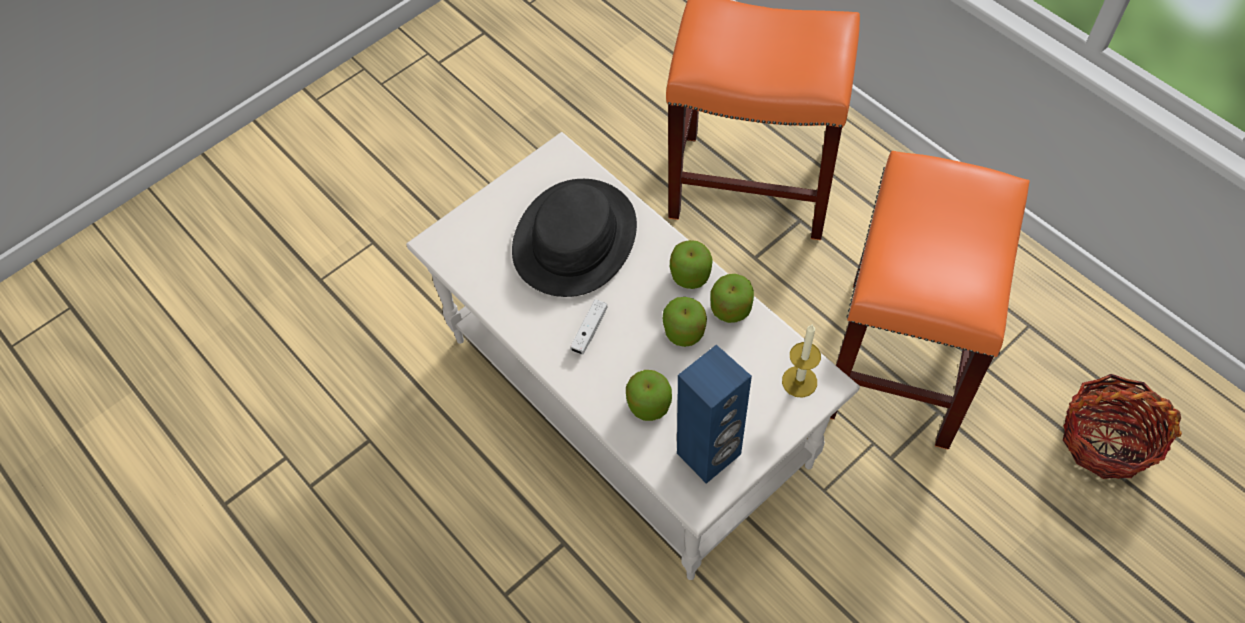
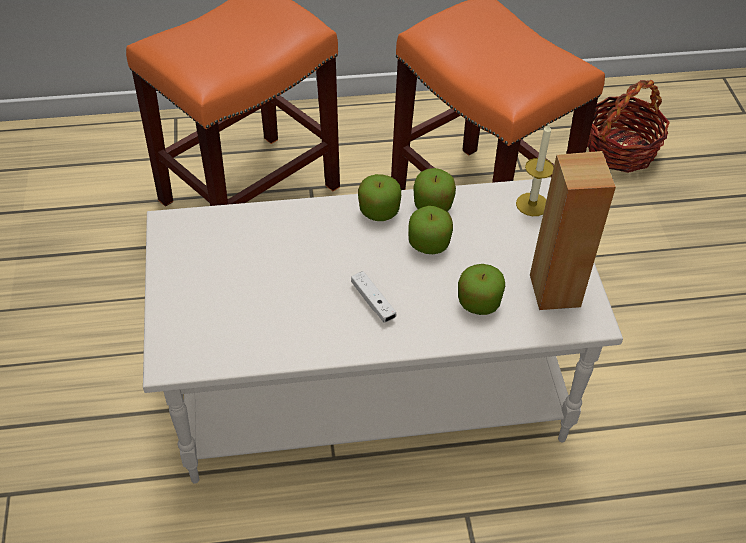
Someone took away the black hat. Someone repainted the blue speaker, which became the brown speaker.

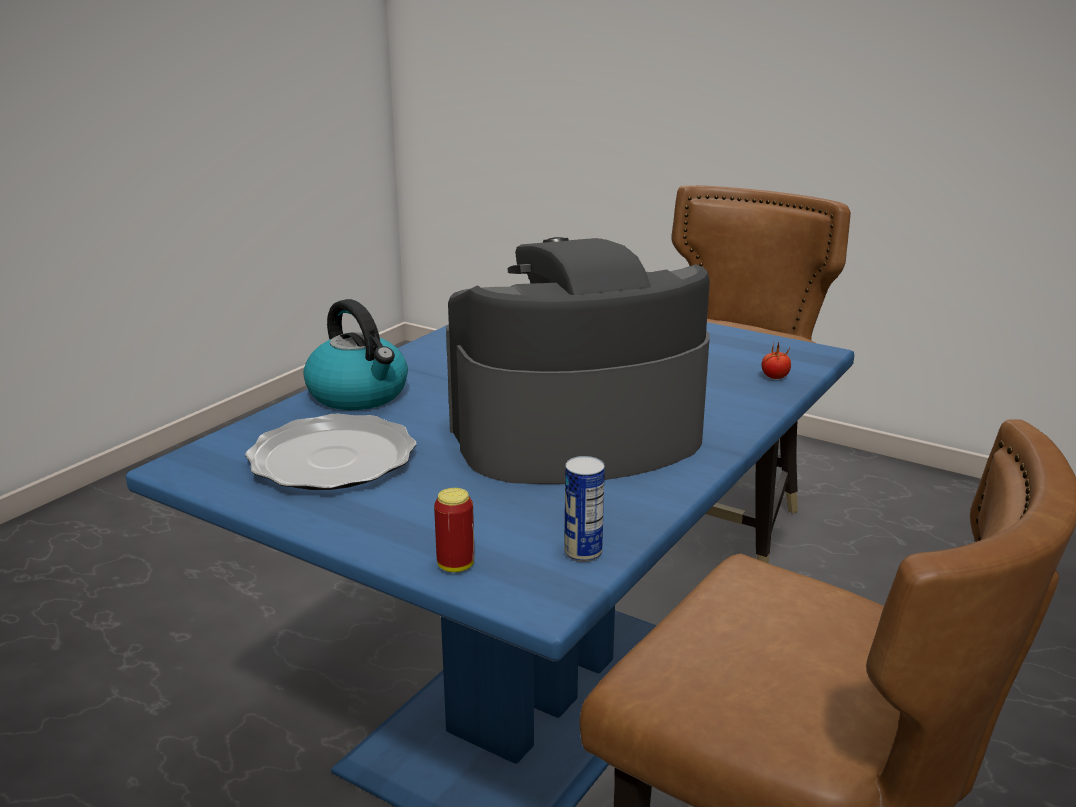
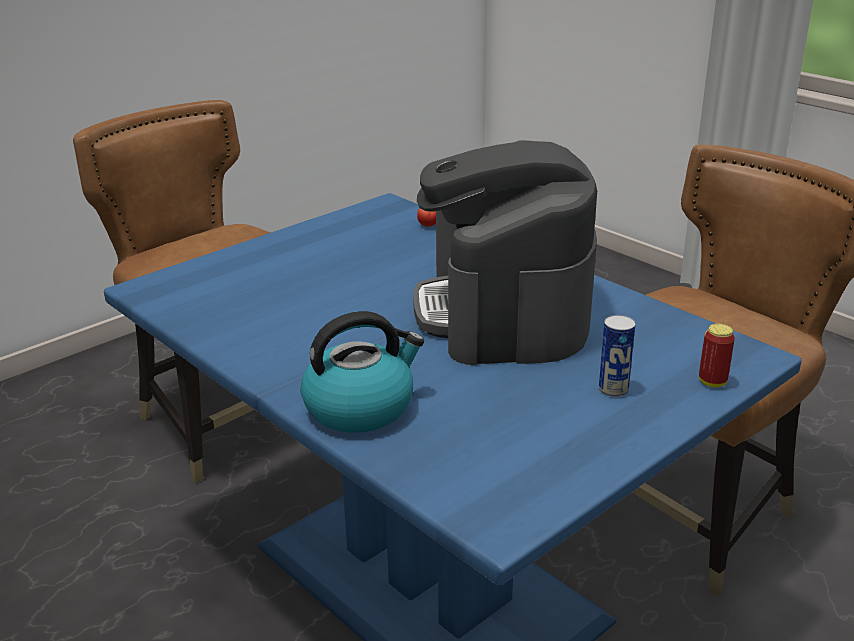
Someone took away the plate. Someone carried the can (no. 2 from left in the first image).

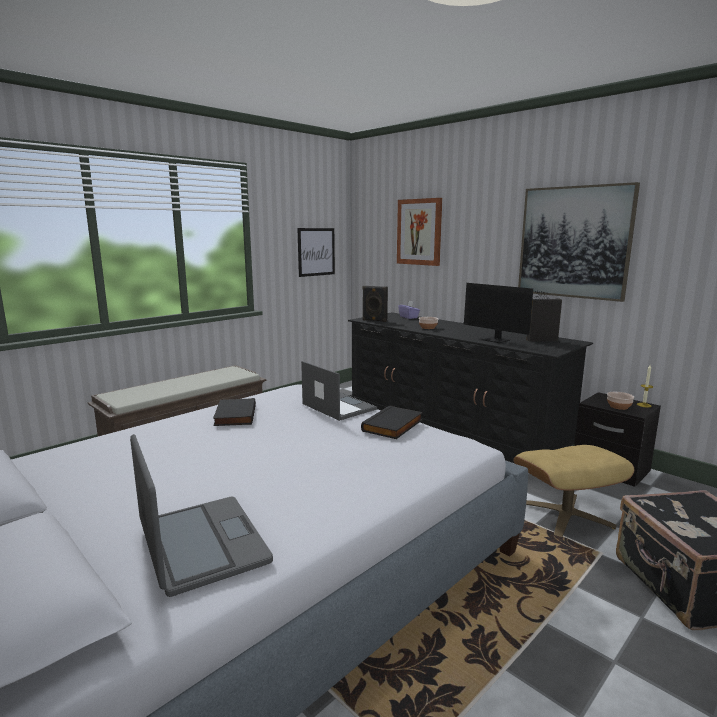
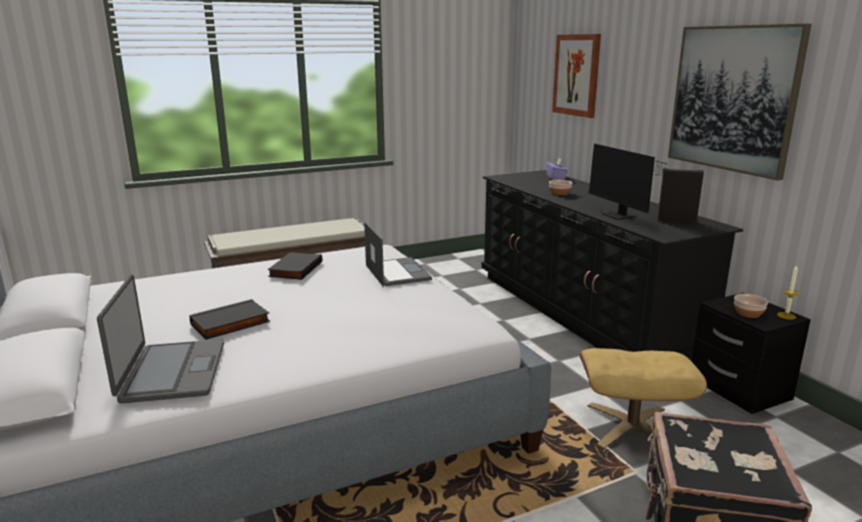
Someone took away the picture (no. 1 from left). Someone took away the black speaker (no. 1 from left). Someone carried the black book (no. 2 from left in the first image).

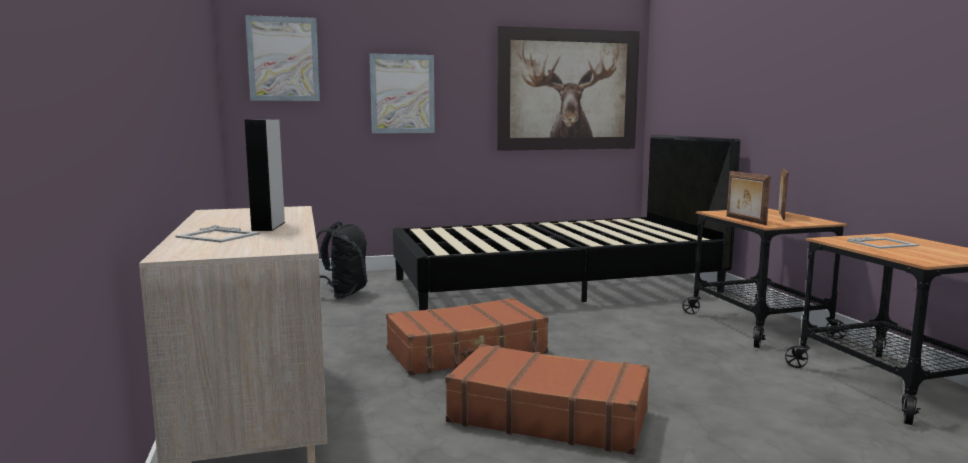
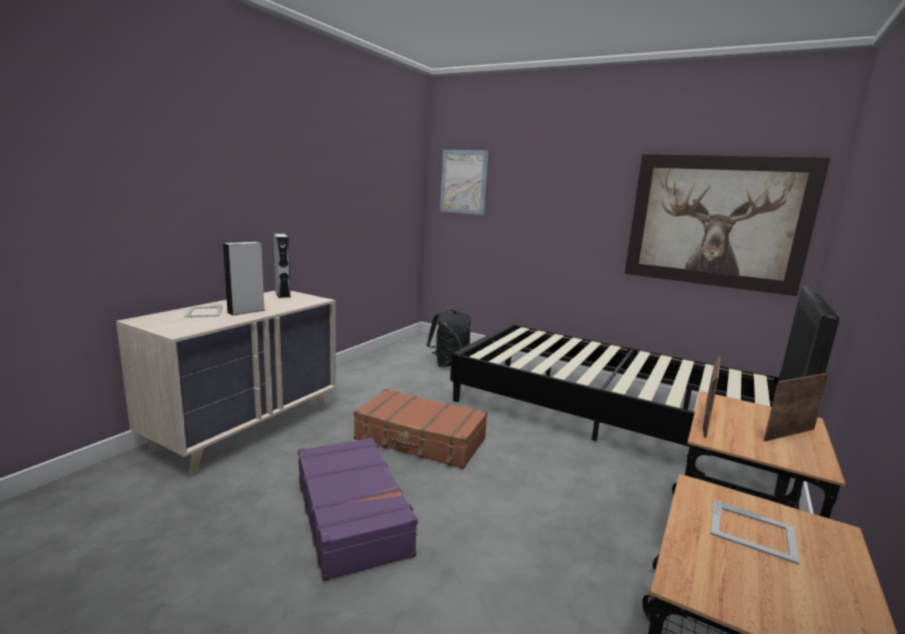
Someone took away the picture (no. 2 from left). Someone repainted the brown suitcase (no. 2 from left), which became the purple suitcase. Someone put down the grey speaker (no. 2 from left).

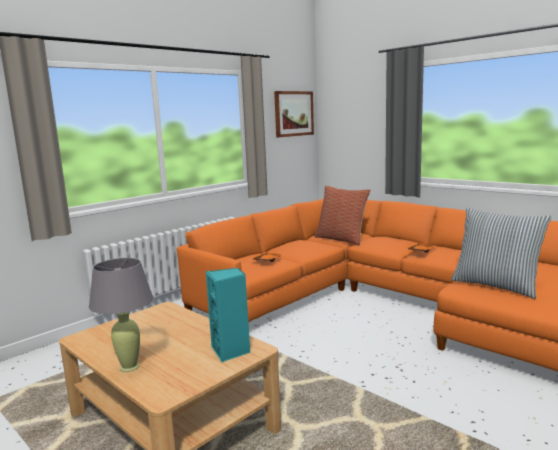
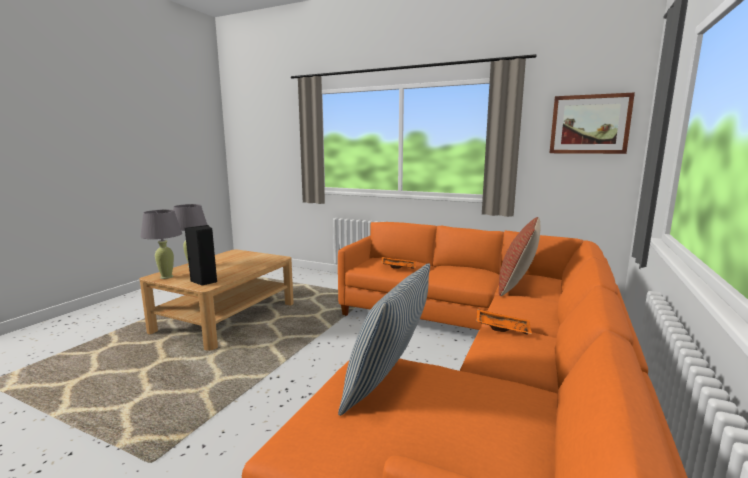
Someone repainted the turquoise speaker, which became the black speaker. Someone put down the grey table lamp (no. 1 from left).

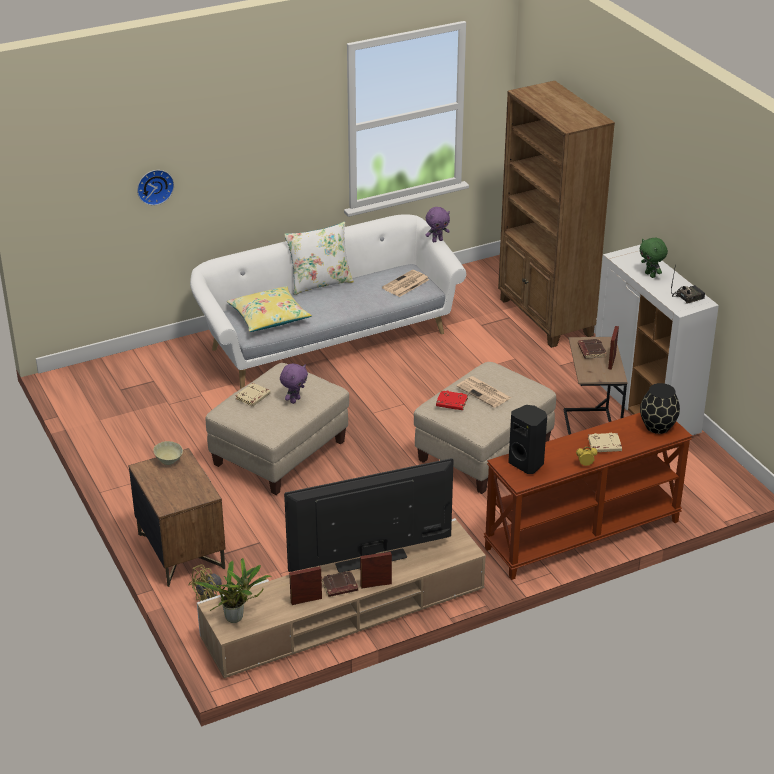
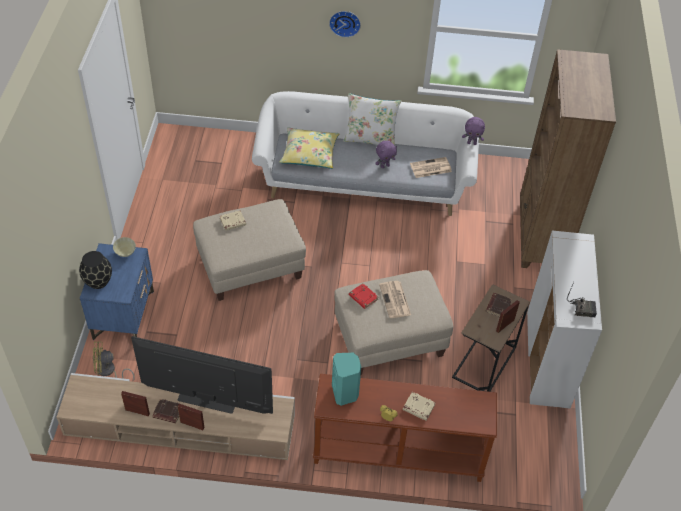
Someone carried the wall clock. Someone took away the green plush toy. Someone carried the purple plush toy (no. 1 from left). Someone carried the black vase. Someone repainted the black speaker, which became the turquoise speaker. Someone repainted the brown nightstand, which became the blue nightstand. Someone took away the potted plant.

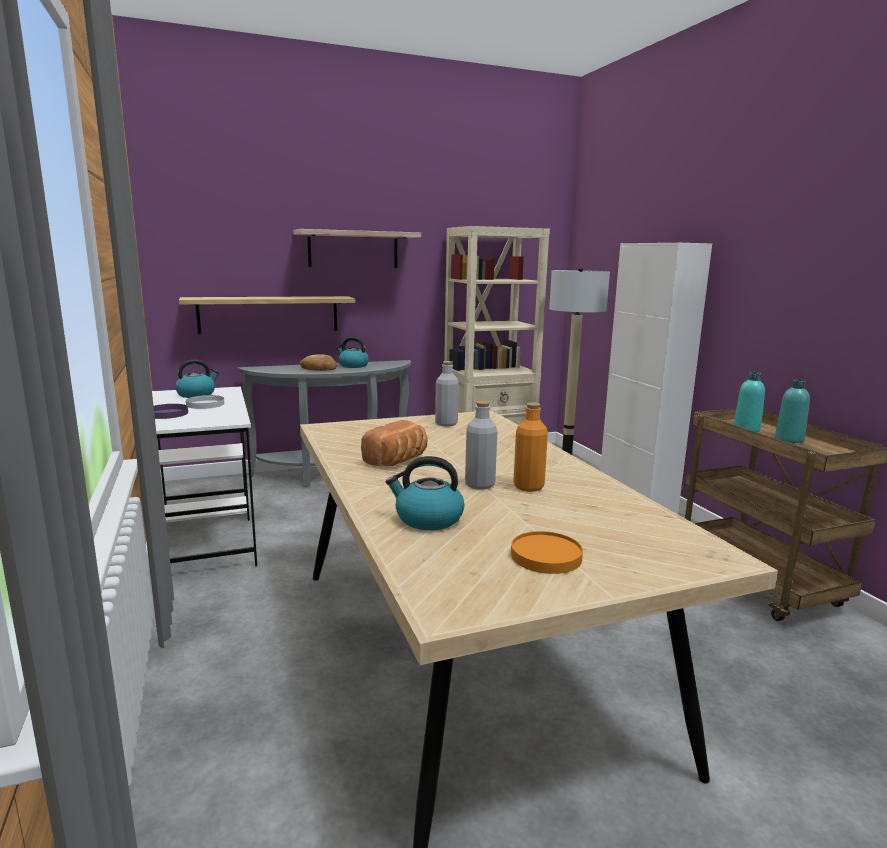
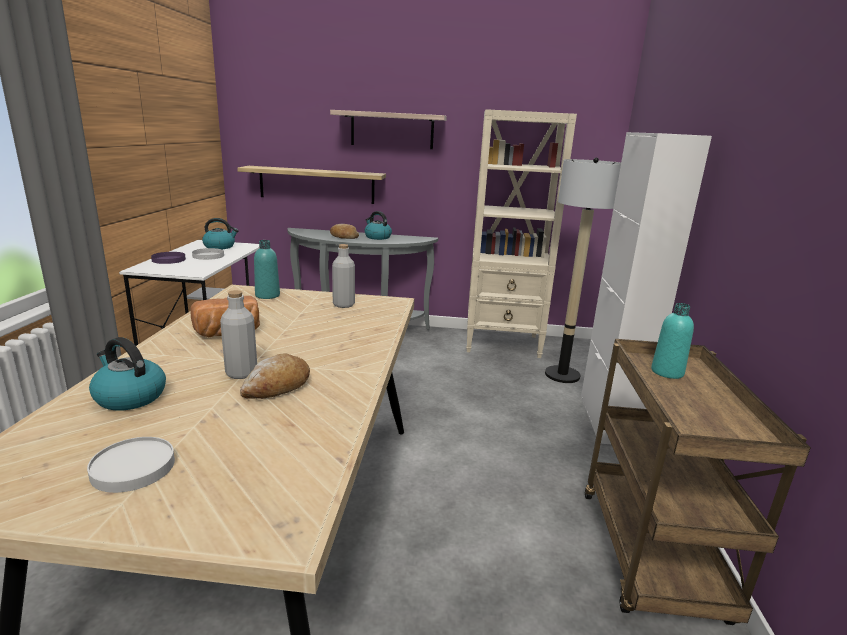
Someone carried the turquoise bottle (no. 2 from left in the first image). Someone swapped the orange bottle for the bread (no. 2 from left). Someone repainted the orange plate, which became the white plate (no. 1 from left).

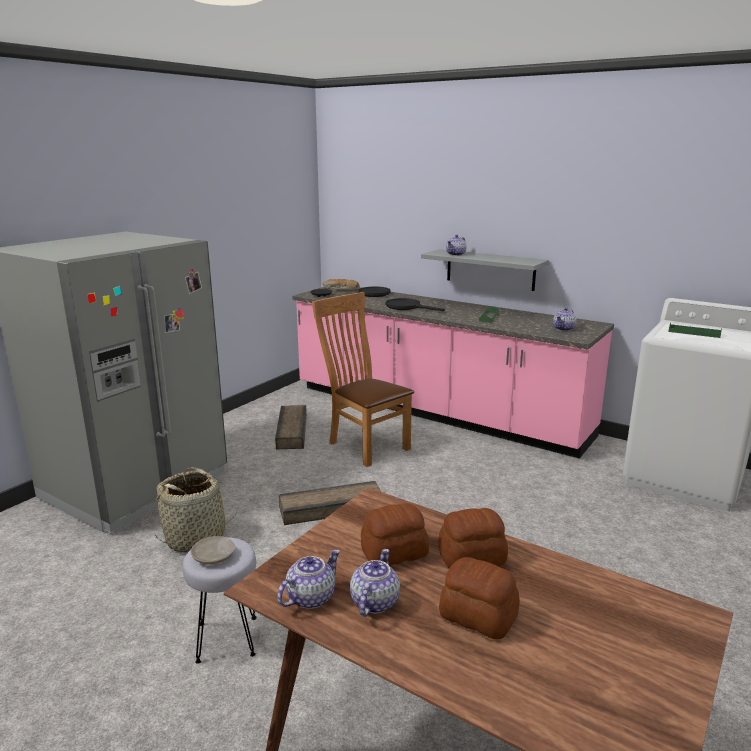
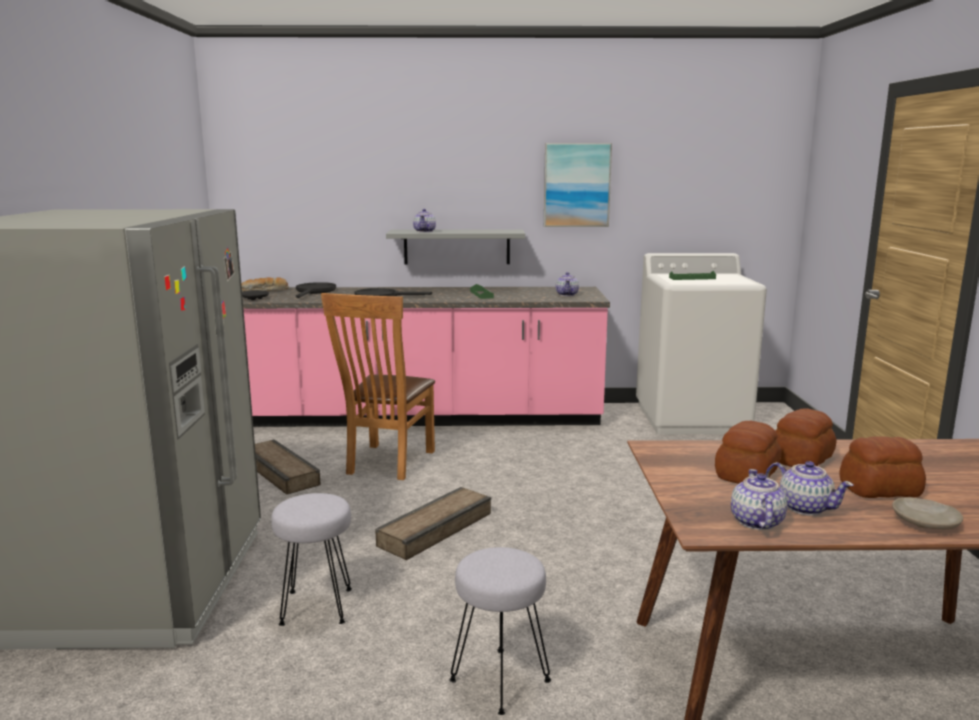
Someone rotated the brown chair by 90 degrees counterclockwise. Someone swapped the basket for the grey stool (no. 1 from left). Someone carried the beige plate. Someone rotated the teapot (no. 2 from left in the first image) by 150 degrees clockwise. Someone put up the picture.

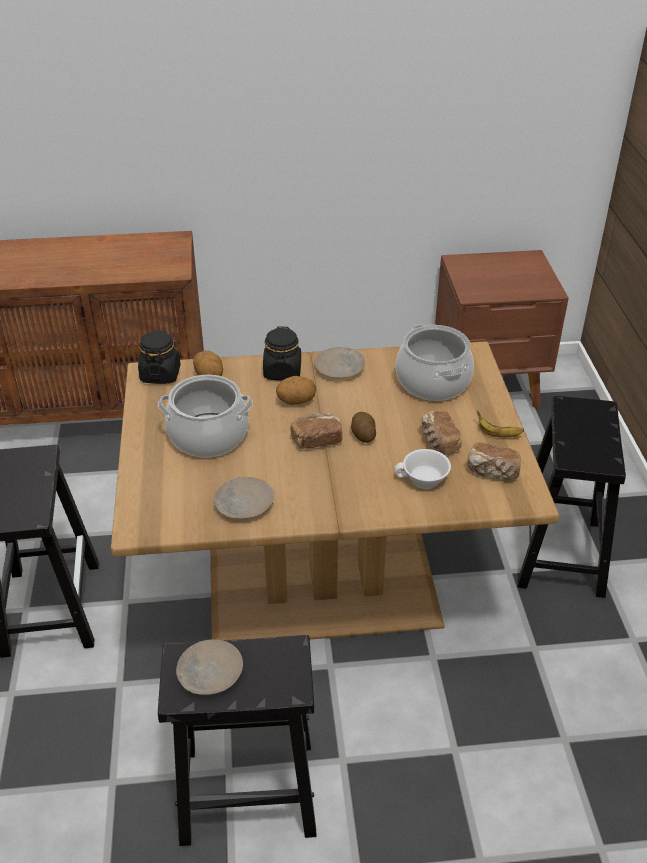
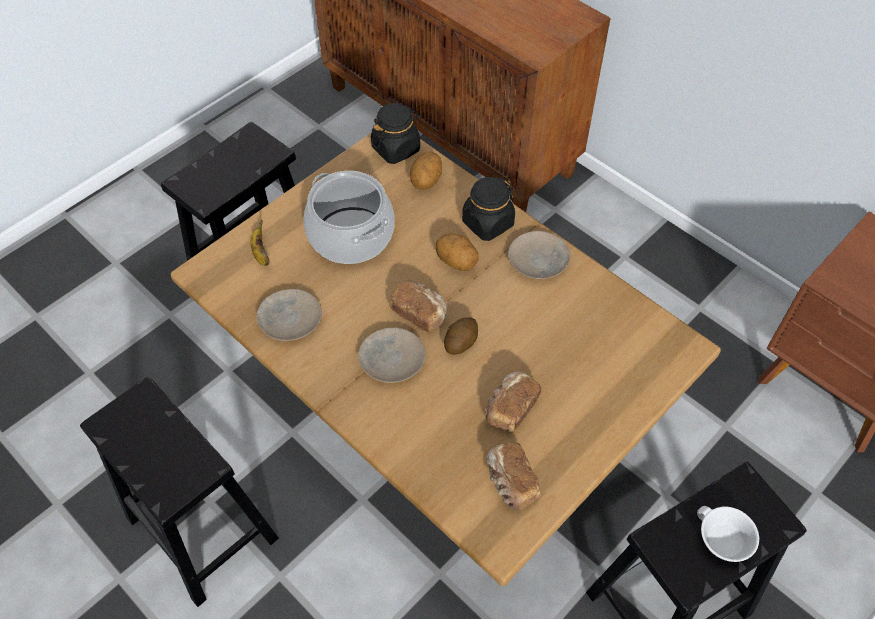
Someone took away the cooking pot (no. 2 from left). Someone carried the banana. Someone carried the white cup. Someone carried the beige plate (no. 1 from left in the first image).

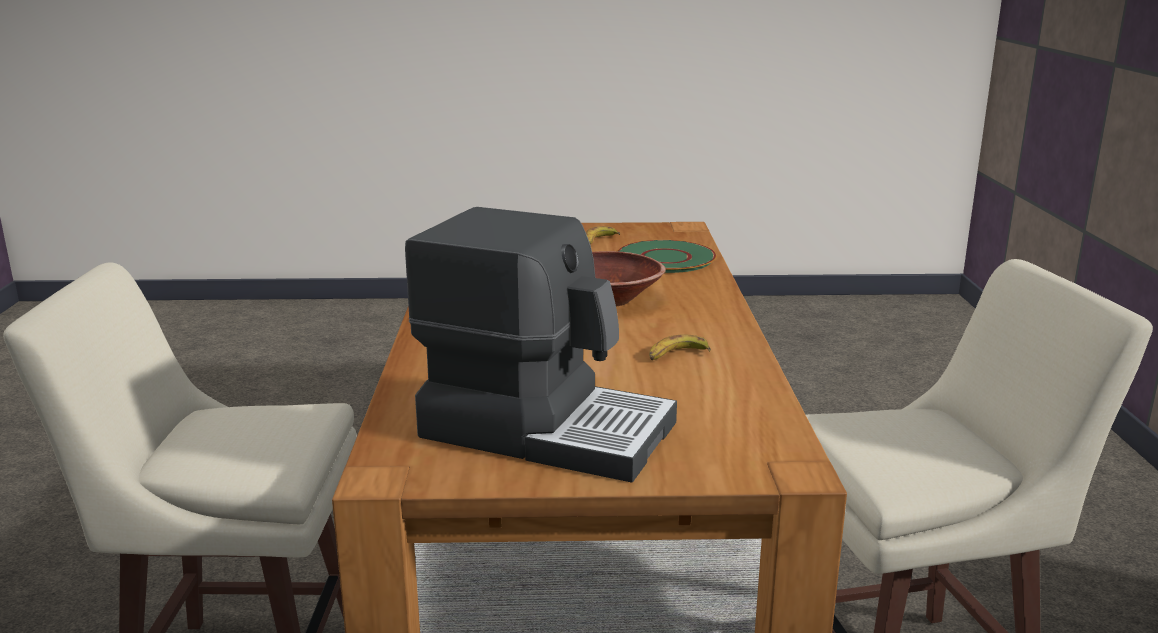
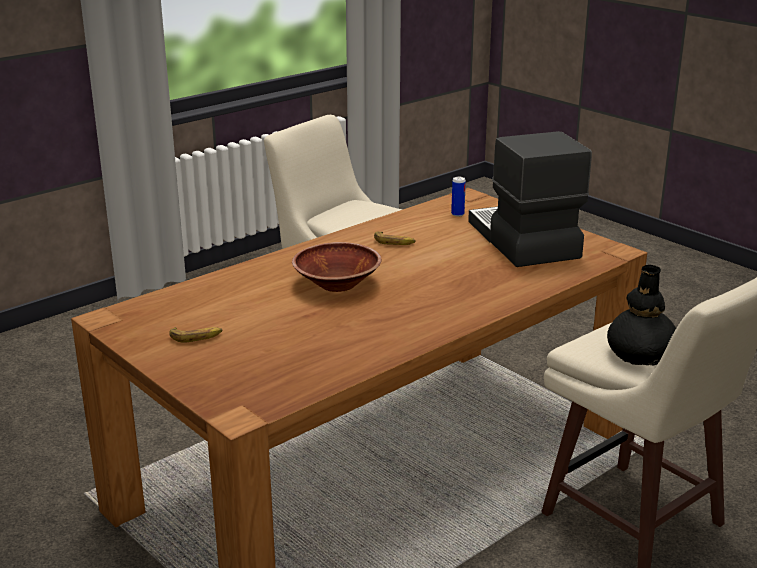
Someone took away the green plate. Someone put down the can. Someone put down the black vase.

